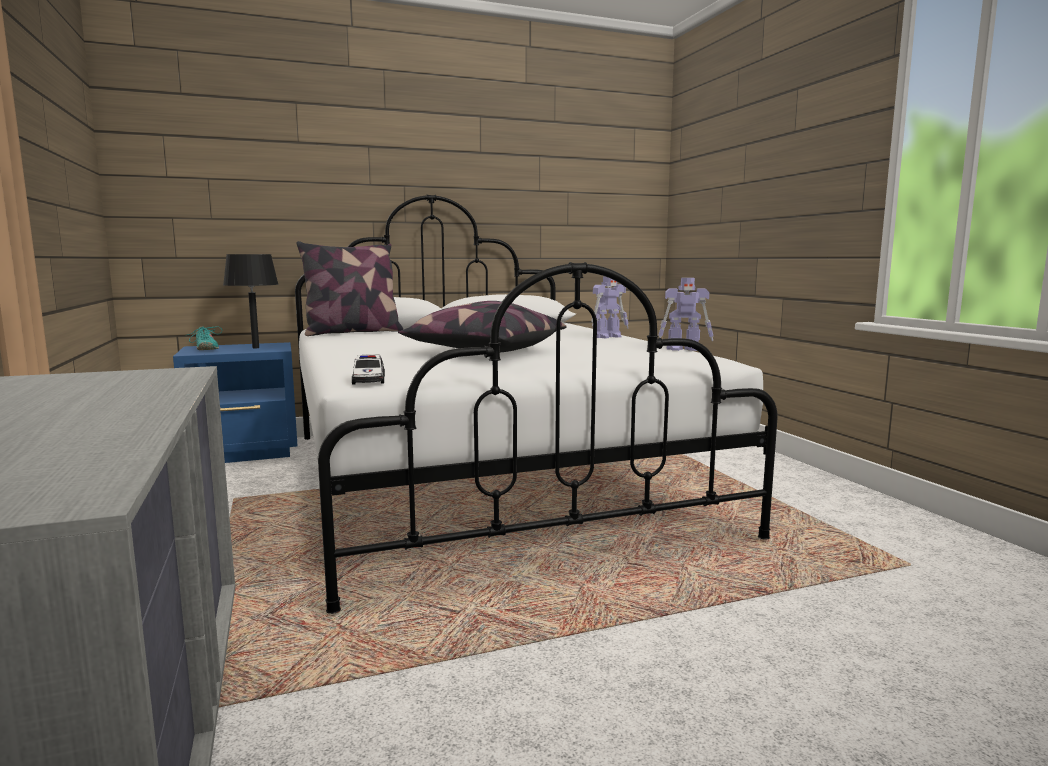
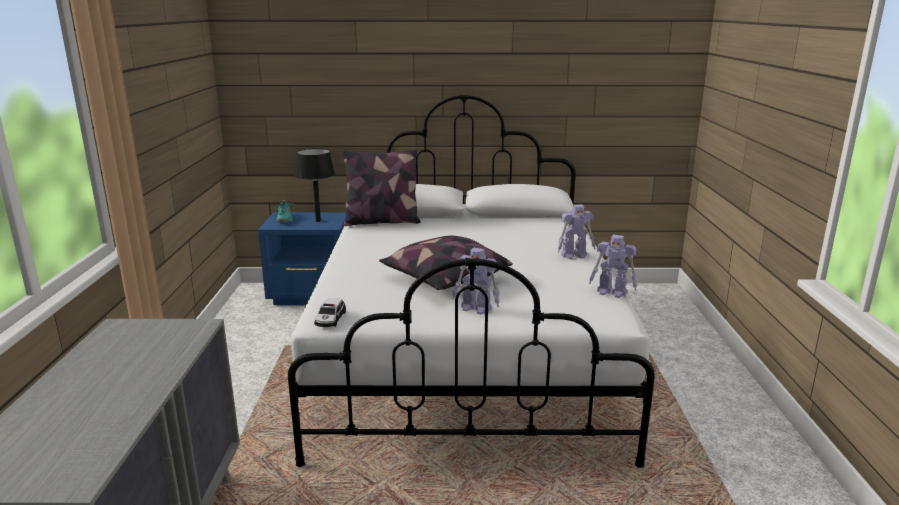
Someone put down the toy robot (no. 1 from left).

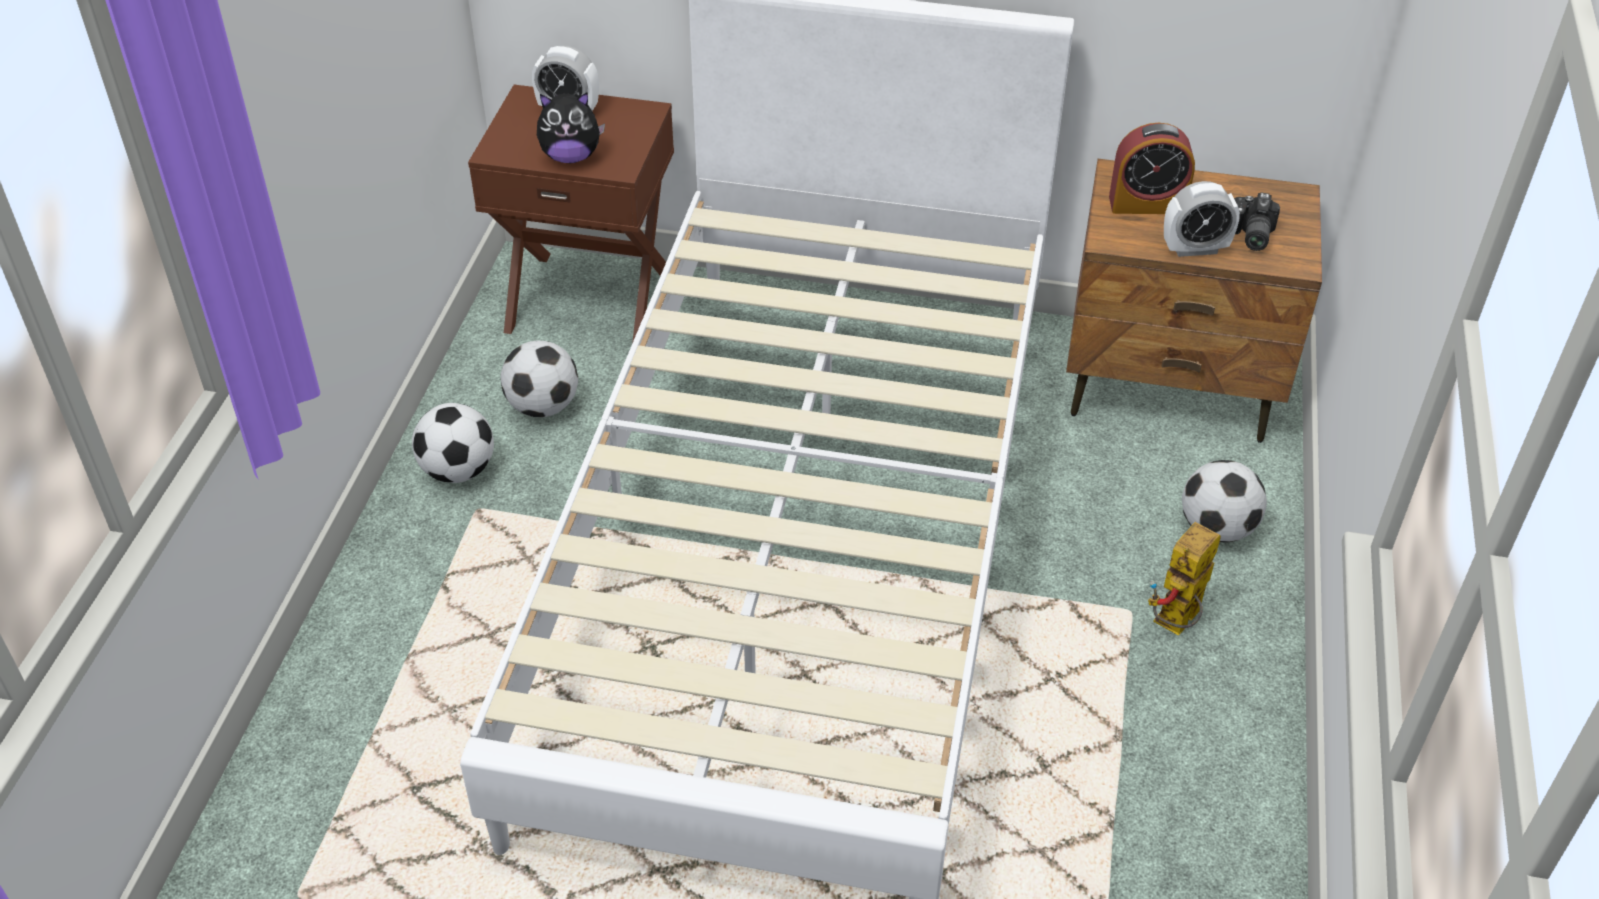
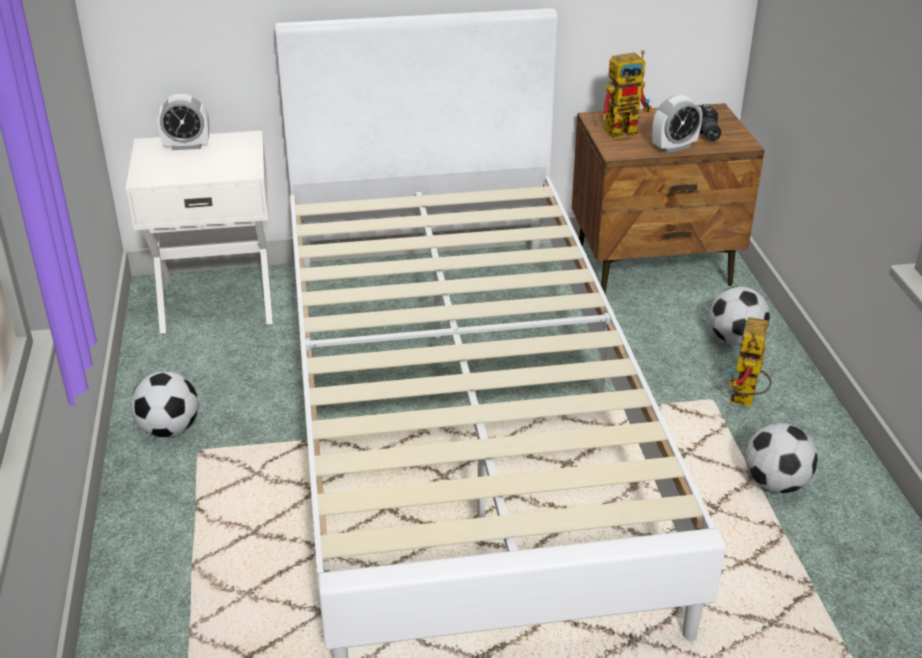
Someone repainted the brown nightstand (no. 1 from left), which became the white nightstand. Someone took away the plush toy. Someone swapped the alarm clock (no. 2 from left) for the toy robot (no. 1 from left). Someone carried the football (no. 2 from left in the first image).

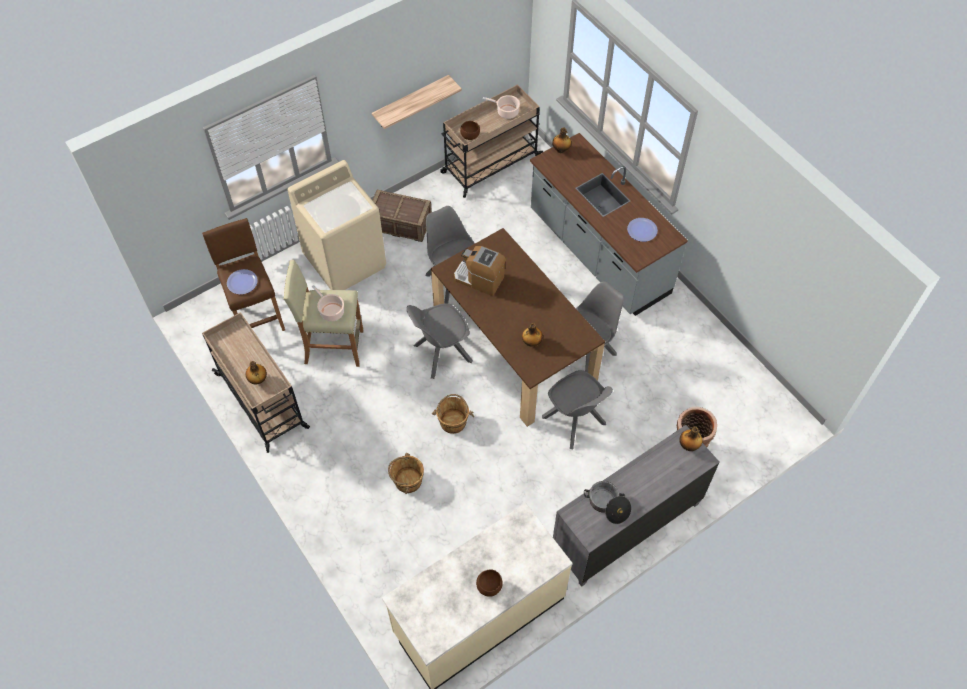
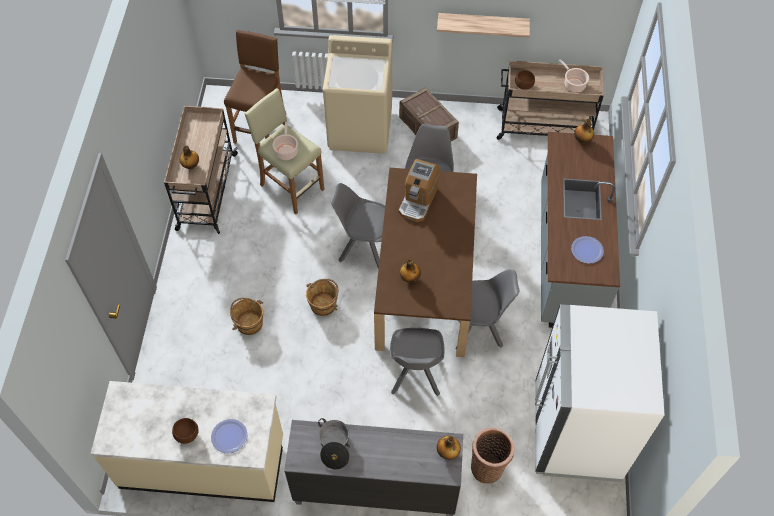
Someone rotated the coffee machine by 135 degrees counterclockwise. Someone carried the plate (no. 1 from left). Someone put down the white fridge.

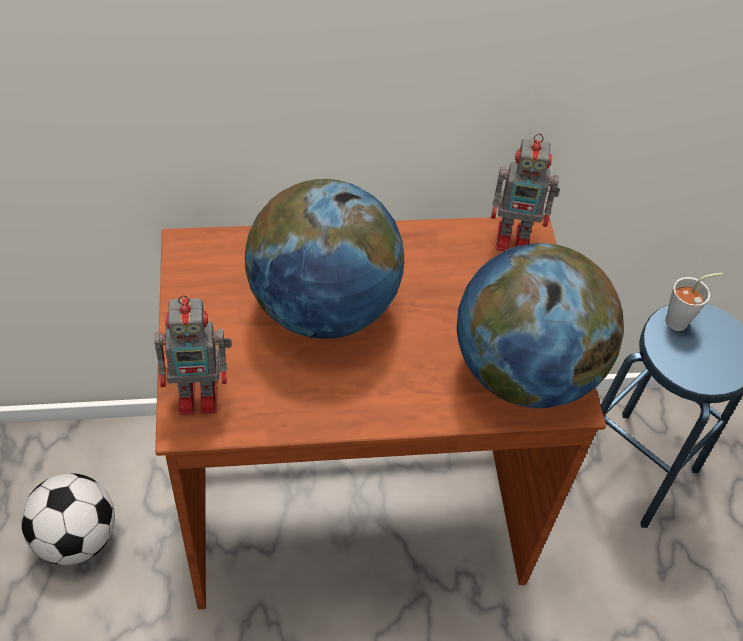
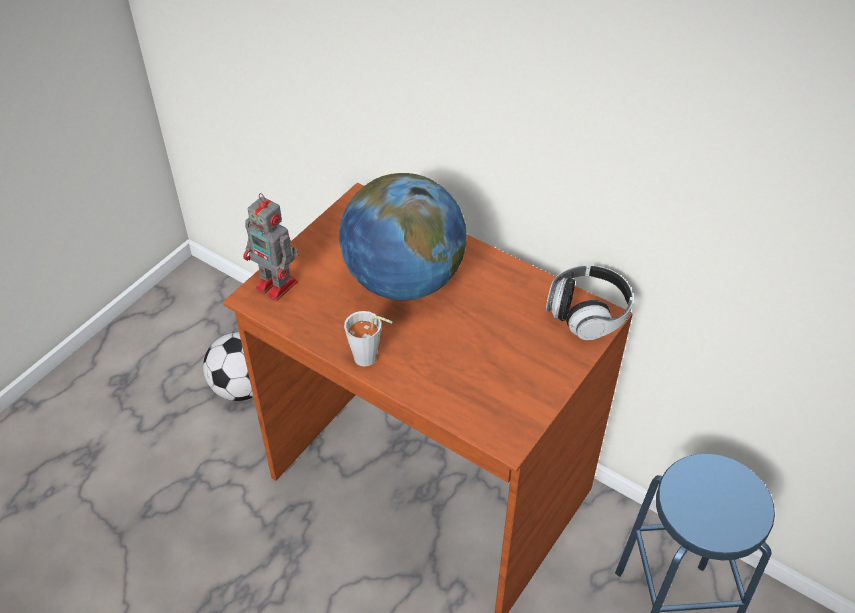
Someone swapped the toy robot (no. 2 from left) for the headphones. Someone took away the globe (no. 2 from left). Someone carried the grey cup.

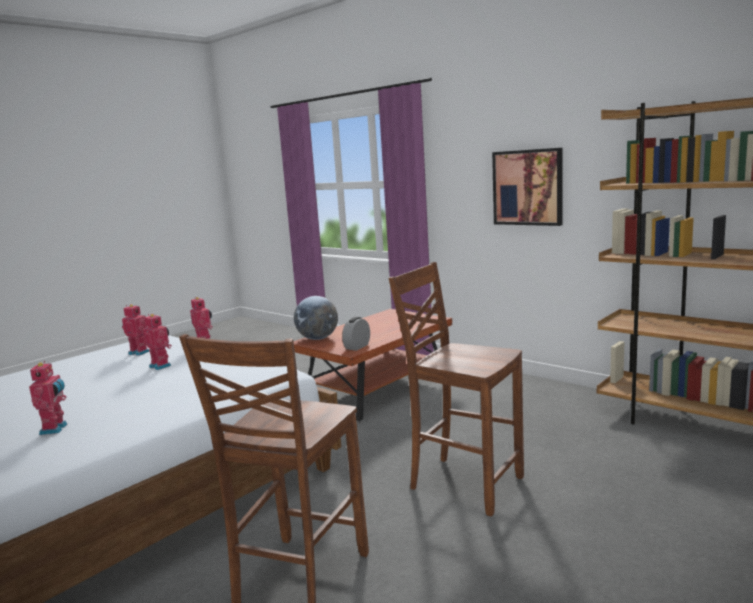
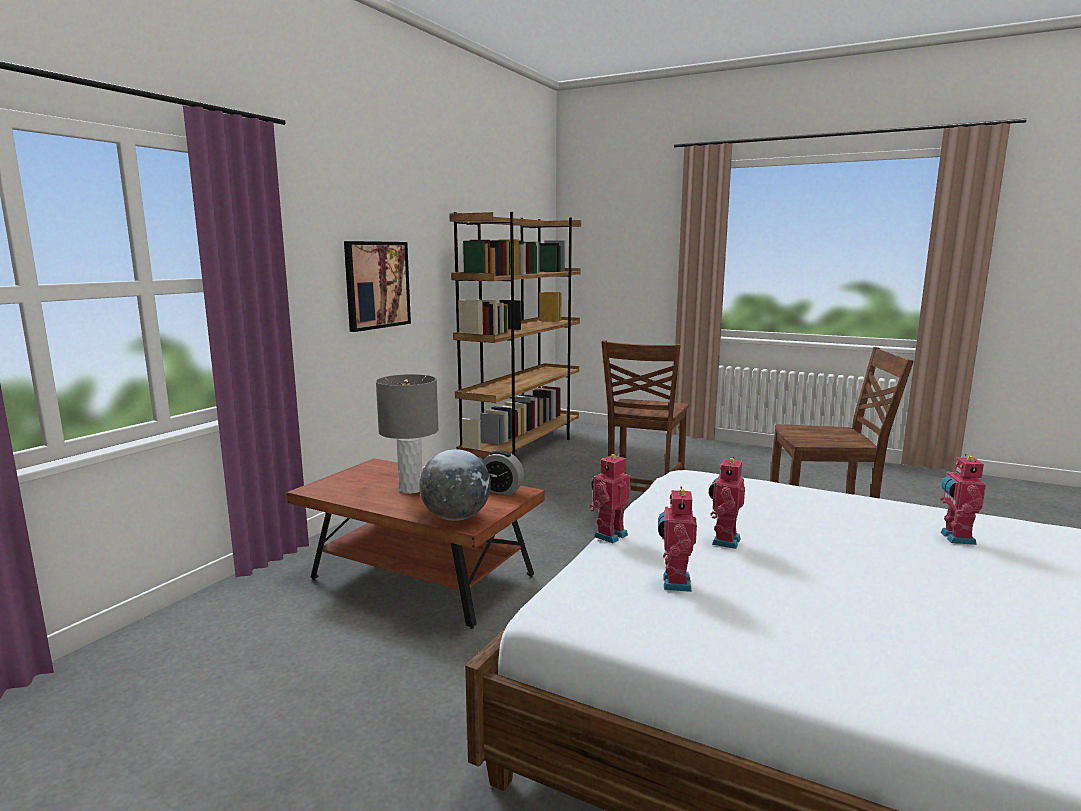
Someone rotated the toy robot (no. 1 from left in the first image) by 60 degrees counterclockwise. Someone put down the grey table lamp.

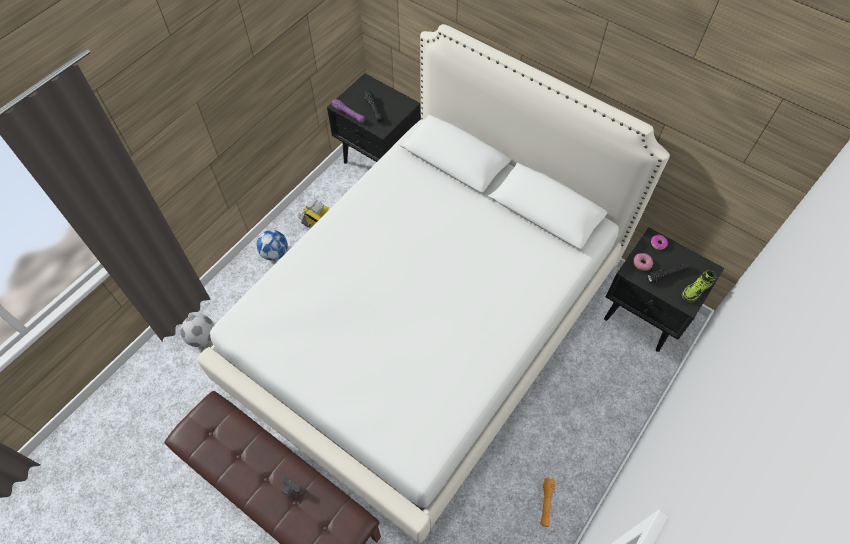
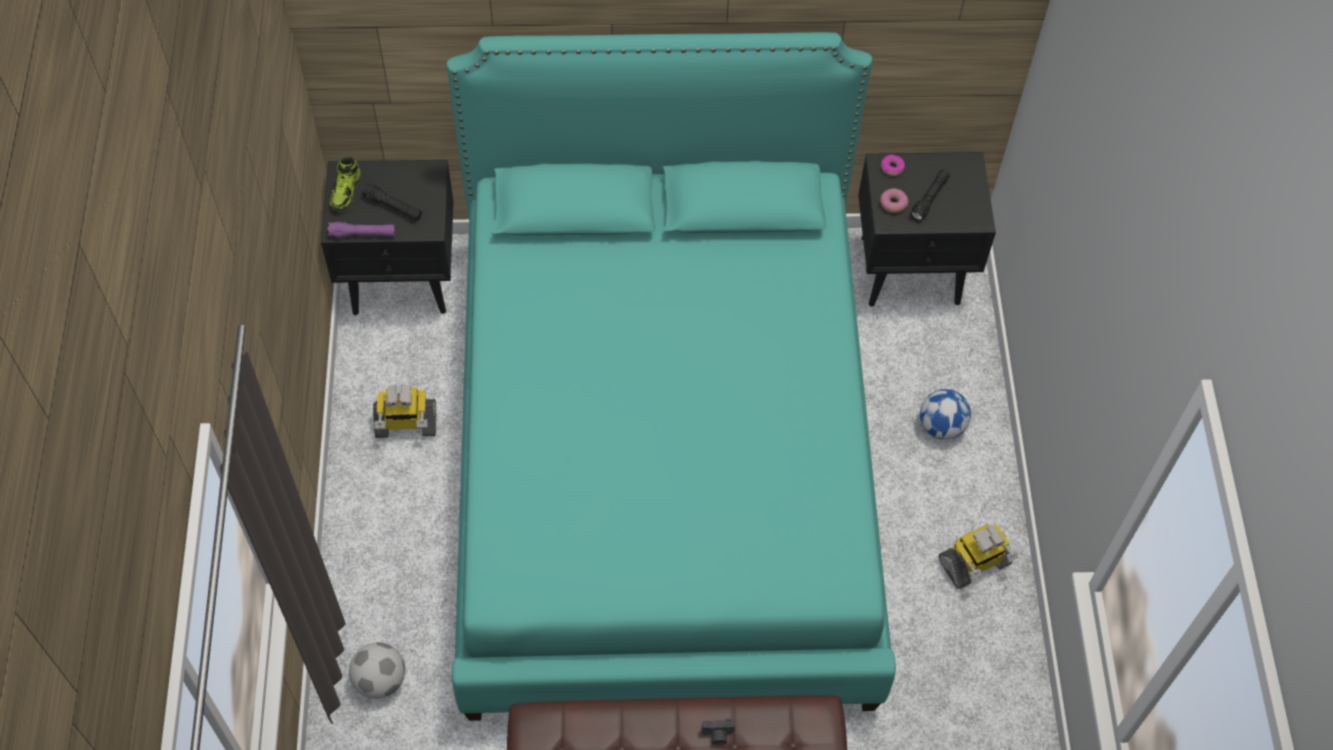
Someone repainted the white bed, which became the turquoise bed. Someone carried the football (no. 2 from left). Someone carried the shoe. Someone swapped the orange flashlight for the toy robot (no. 2 from left).

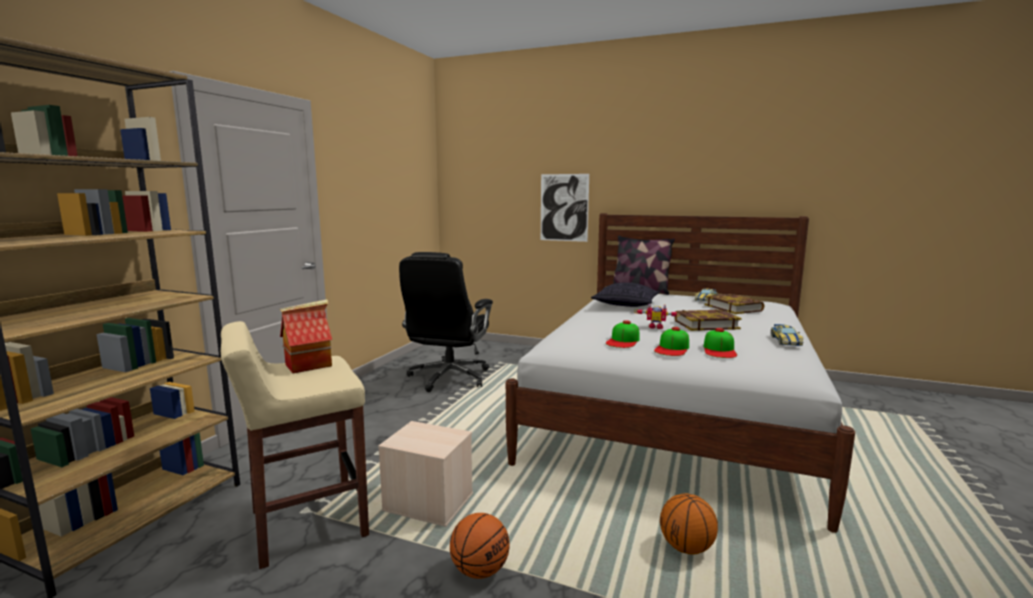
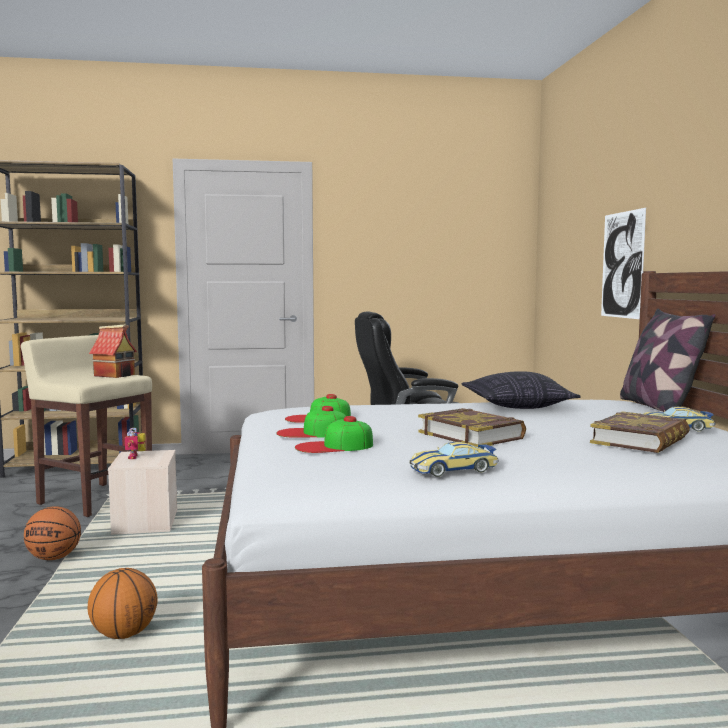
Someone carried the toy robot.

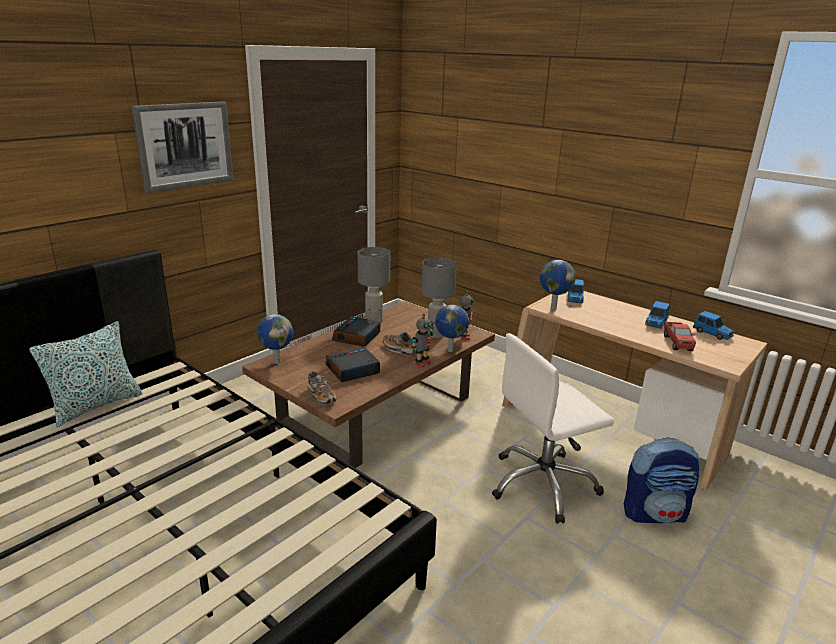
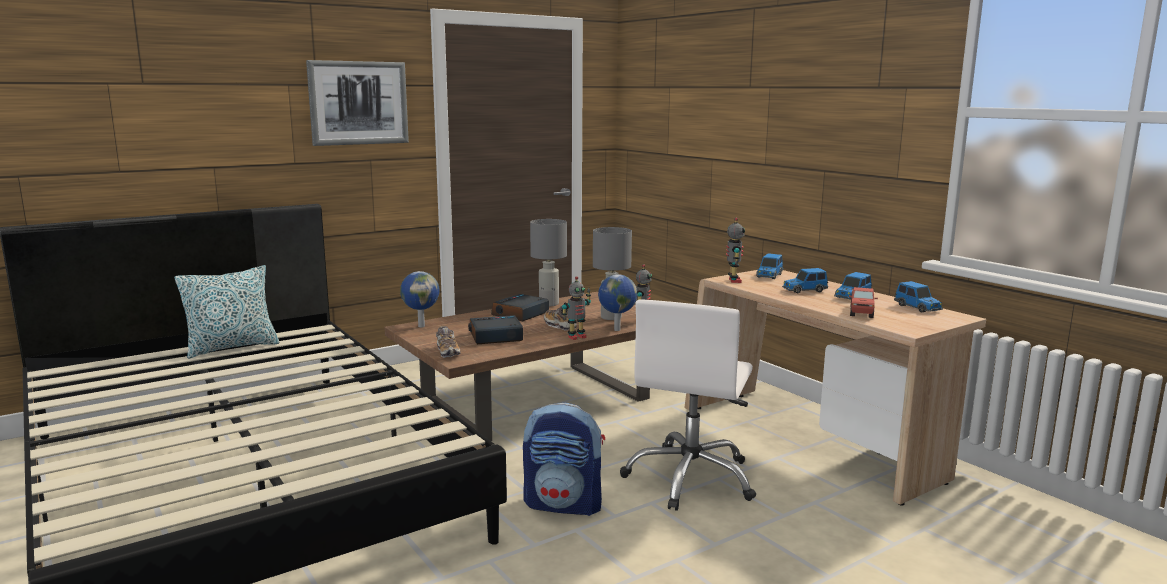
Someone swapped the globe (no. 3 from left) for the toy robot (no. 3 from left). Someone rotated the white office chair by 60 degrees counterclockwise. Someone carried the backpack. Someone put down the toy car (no. 2 from left).

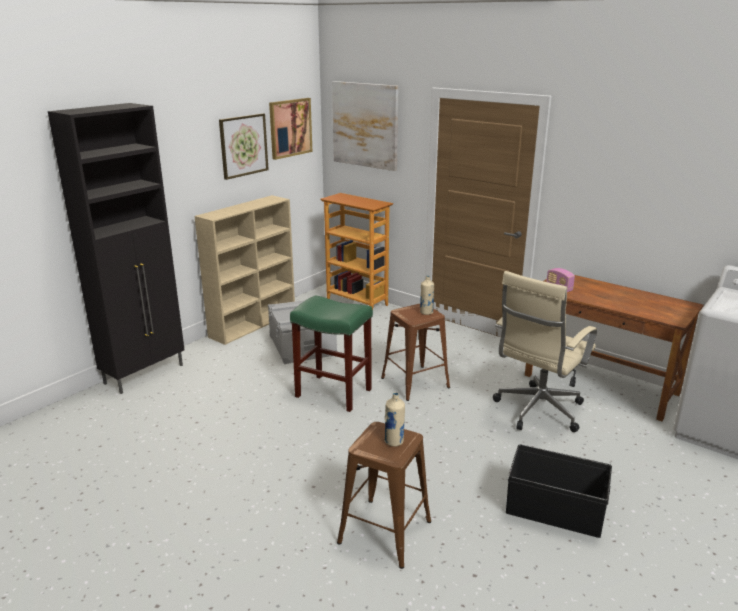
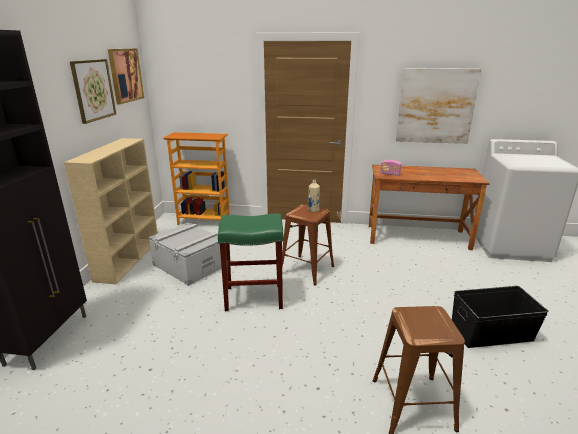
Someone carried the picture (no. 3 from left). Someone took away the beige office chair. Someone took away the beige bottle (no. 1 from left).

